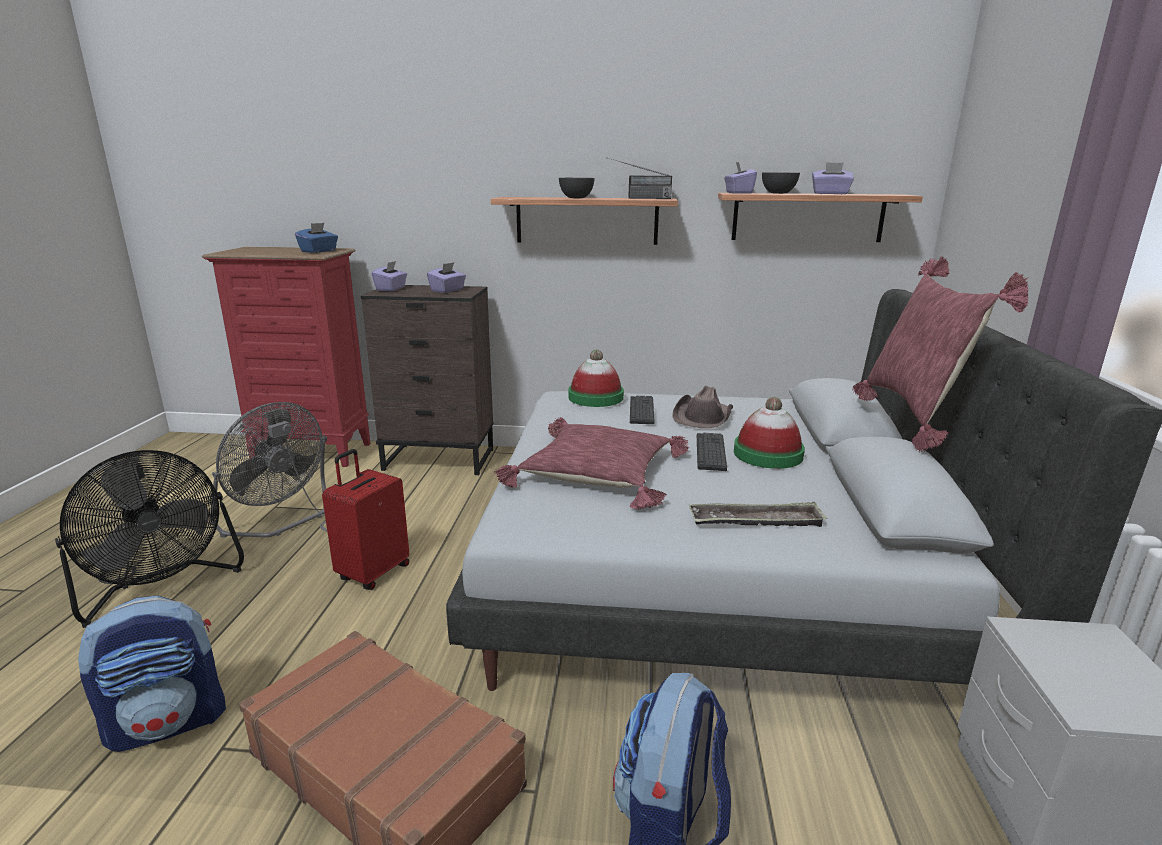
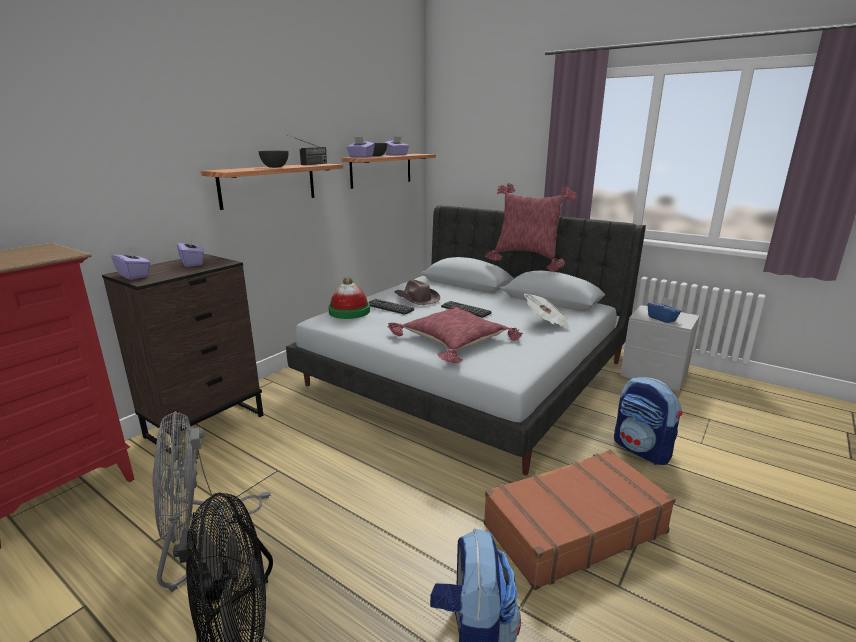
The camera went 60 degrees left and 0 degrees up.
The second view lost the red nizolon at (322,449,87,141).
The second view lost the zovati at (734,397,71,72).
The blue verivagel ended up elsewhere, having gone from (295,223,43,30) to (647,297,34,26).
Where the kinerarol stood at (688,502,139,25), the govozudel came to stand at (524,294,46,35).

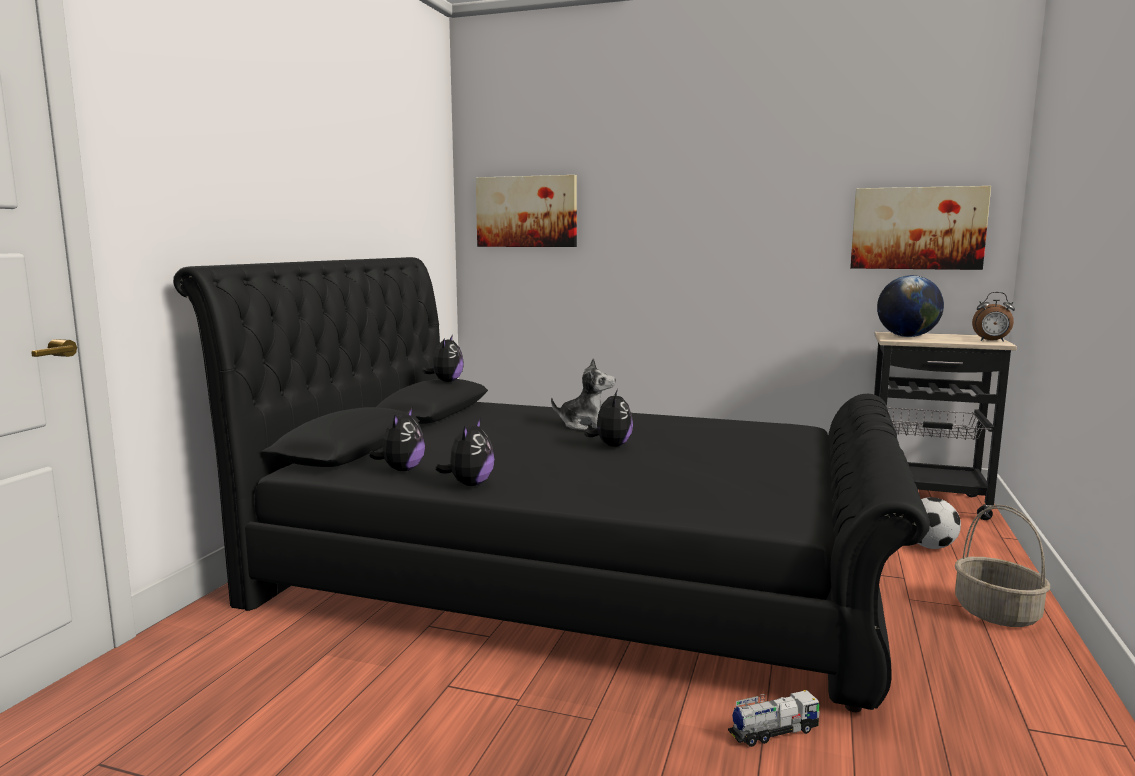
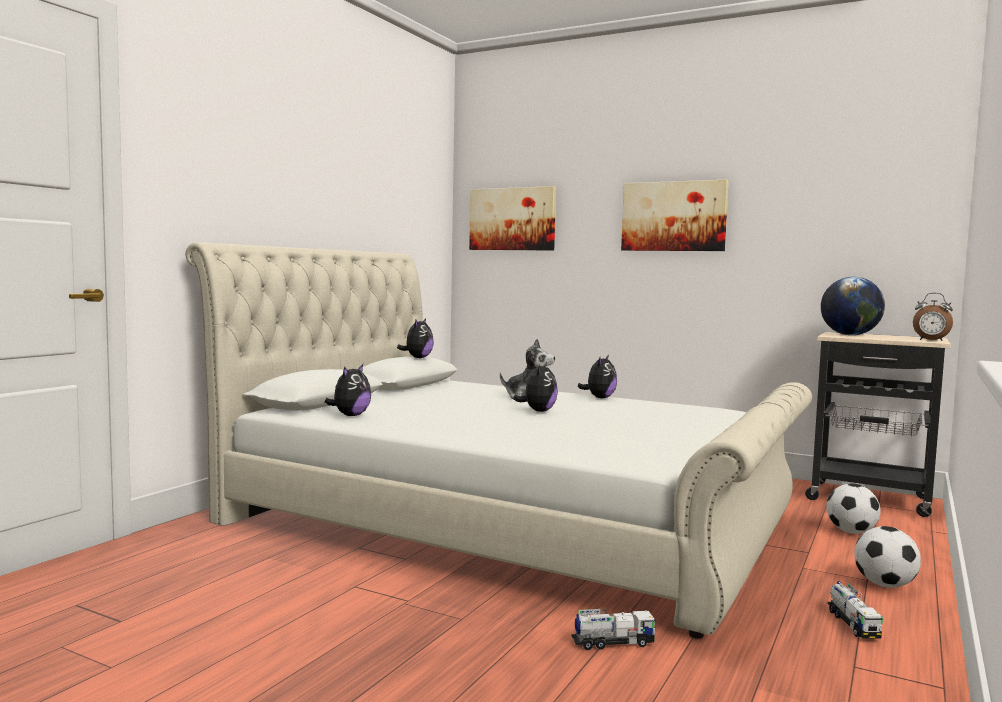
The camera went 10 degrees right and 5 degrees down.
The second view gained the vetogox at (827,581,56,58).
The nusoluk ended up elsewhere, having gone from (435,418,60,68) to (577,355,40,43).
The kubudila ended up elsewhere, having gone from (850,186,141,84) to (621,179,108,72).
Where the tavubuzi stood at (955,505,95,122), the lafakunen came to stand at (854,526,67,62).
What was the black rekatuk at (173,257,757,455) turned into the beige rekatuk at (185,242,627,397).

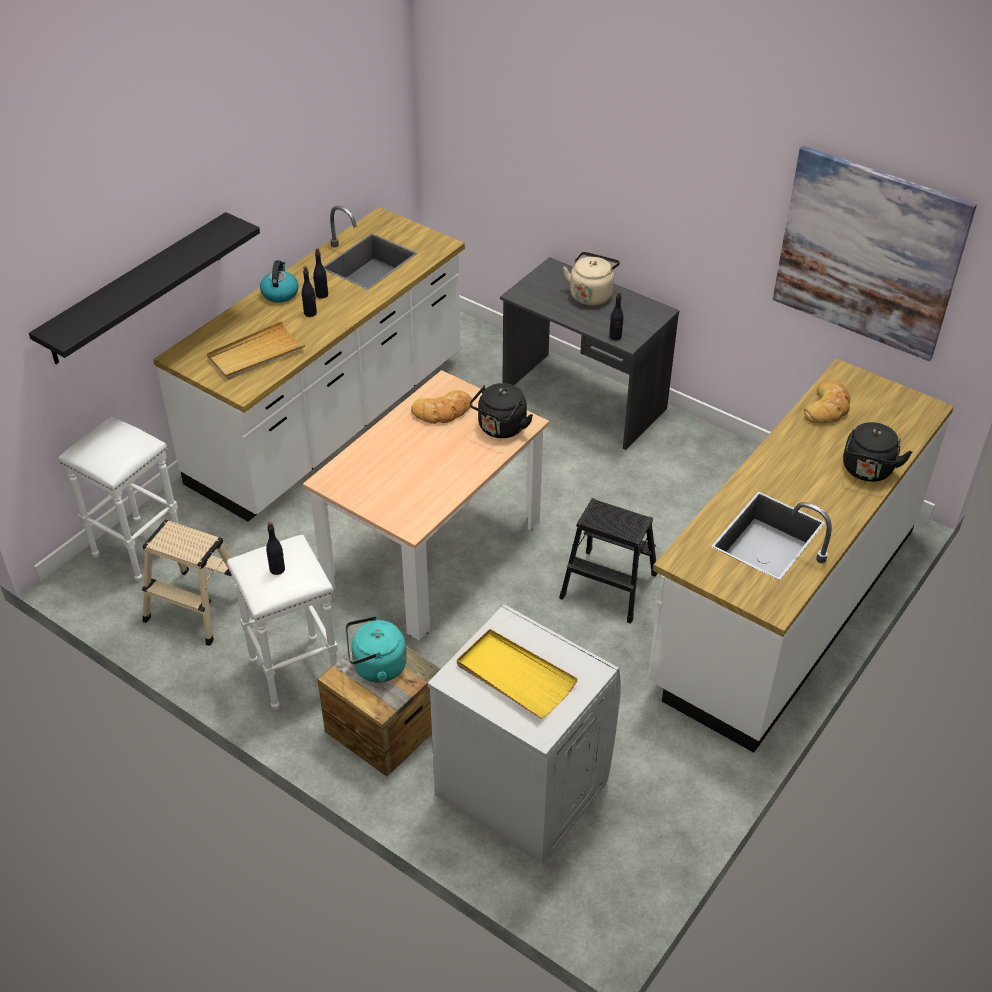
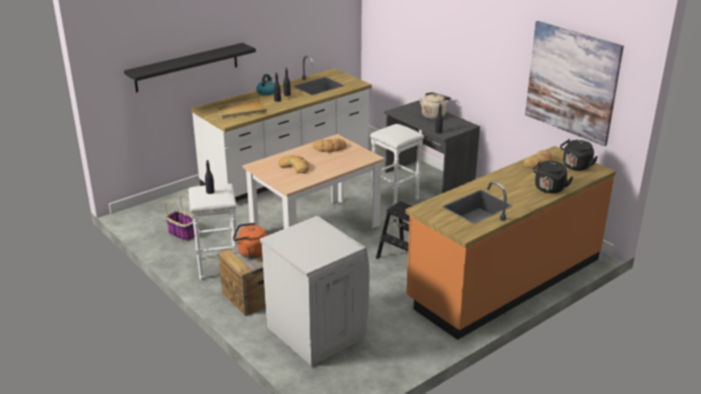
The camera went 15 degrees right and 15 degrees down.
The second view lost the yellow kinerarol at (457,629,121,90).
The second view gained the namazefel at (279,155,30,18).
The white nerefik ended up elsewhere, having gone from (59,417,120,165) to (370,124,54,81).
The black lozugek ended up elsewhere, having gone from (470,383,63,55) to (560,139,38,32).
Where the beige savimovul stood at (142,519,90,127), the tavubuzi came to stand at (165,193,30,48).
What was the turquoise lozugek at (346,616,61,67) turned into the orange lozugek at (233,223,34,35).
What was the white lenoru at (648,359,306,394) turned into the orange lenoru at (405,146,211,194).

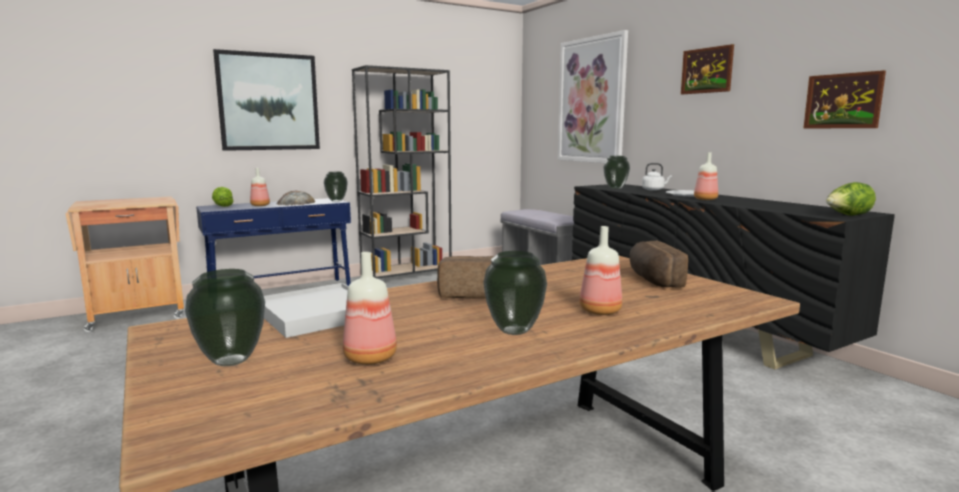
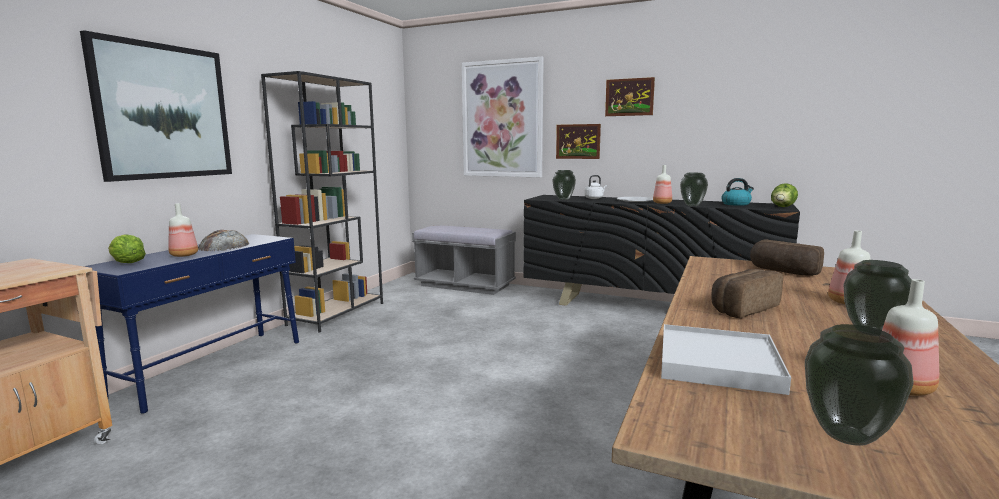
The camera went 35 degrees left and 0 degrees up.
The second view gained the lozugek at (721,178,33,28).
The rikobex ended up elsewhere, having gone from (324,172,24,30) to (680,173,28,33).
The kubudila ended up elsewhere, having gone from (803,70,83,58) to (556,124,45,35).

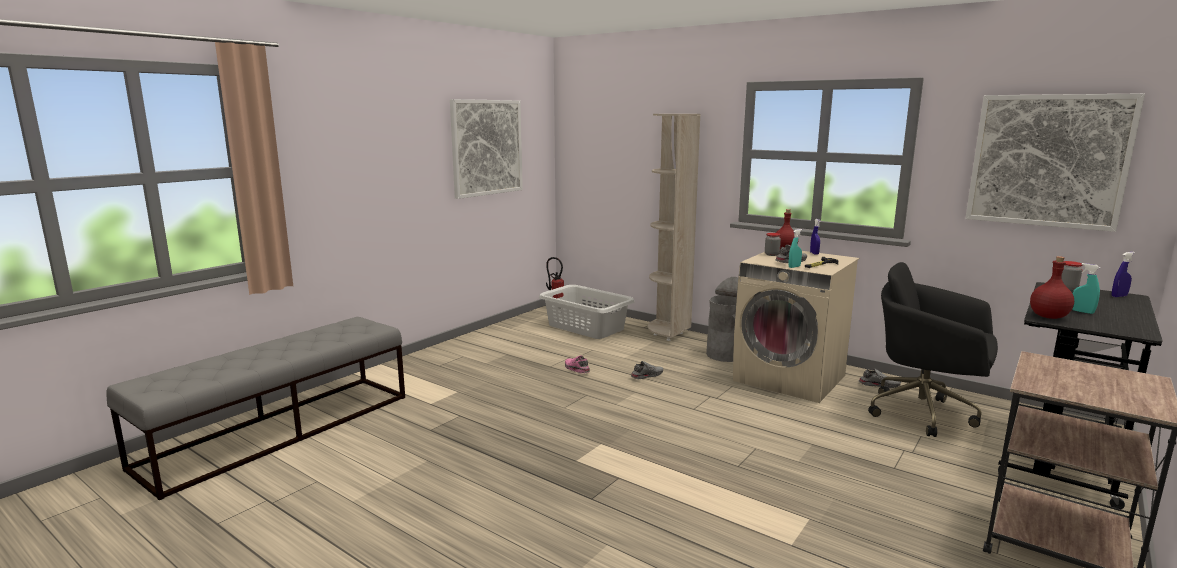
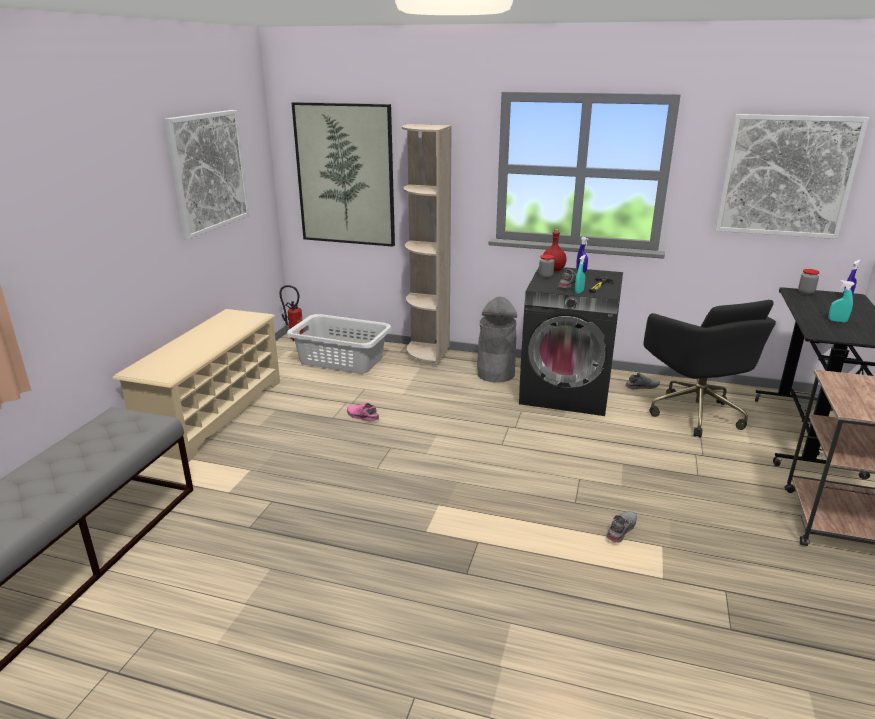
The camera went 20 degrees left and 10 degrees up.
The second view lost the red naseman at (1030,256,44,63).
The second view gained the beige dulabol at (112,309,168,153).
The second view gained the kubudila at (292,102,103,145).
The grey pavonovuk ended up elsewhere, having gone from (631,361,33,18) to (606,511,31,32).
What was the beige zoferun at (733,251,127,152) turned into the black zoferun at (519,267,104,149).
The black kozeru at (868,262,130,175) ended up facing another way, 120 degrees counterclockwise from before.

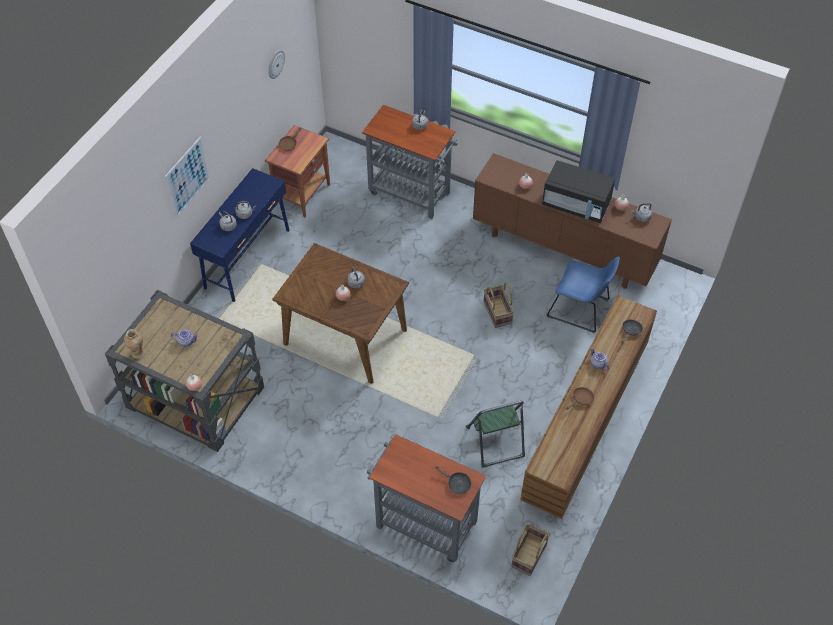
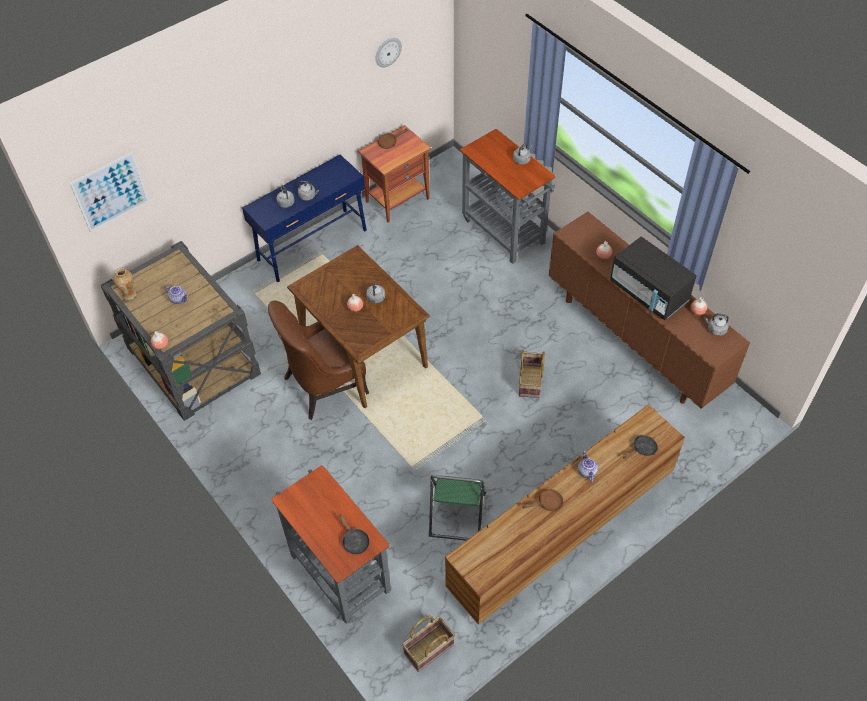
The camera went 25 degrees right and 0 degrees up.
The second view lost the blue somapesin at (547,257,73,76).
The second view gained the brown somapesin at (268,300,101,120).
The kubudila ended up elsewhere, having gone from (165,136,45,82) to (70,152,79,80).

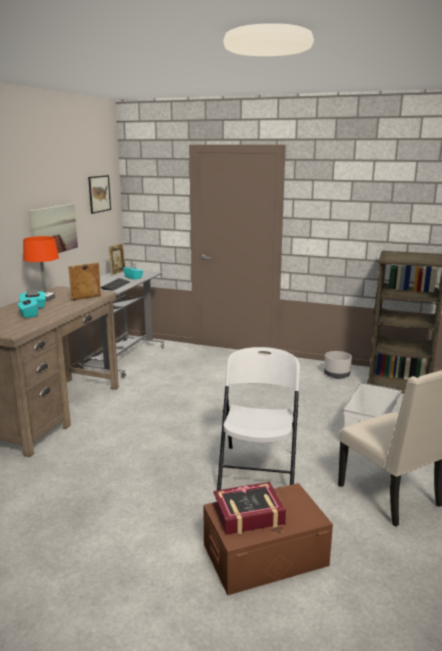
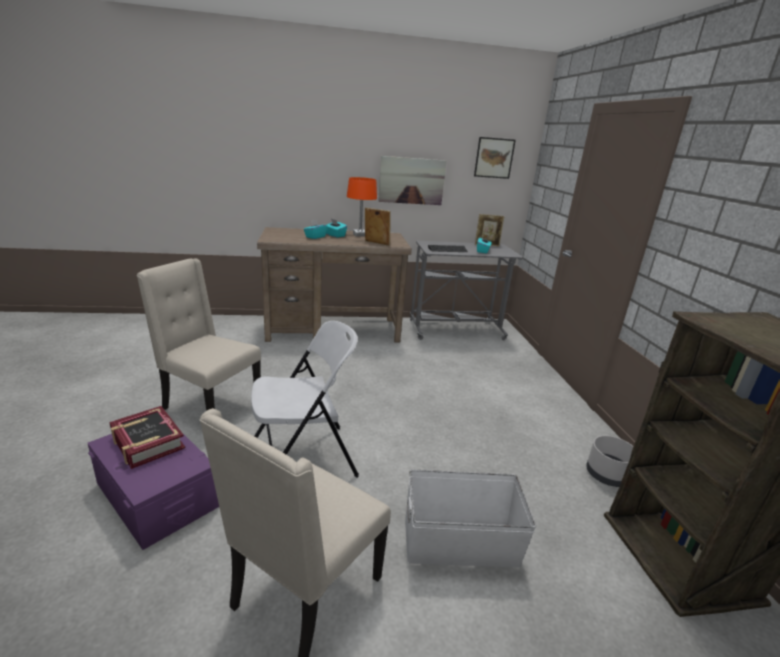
The camera went 60 degrees right and 5 degrees up.
The second view gained the beige somapesin at (137,258,124,153).
What was the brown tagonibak at (203,483,130,112) turned into the purple tagonibak at (88,434,131,116).

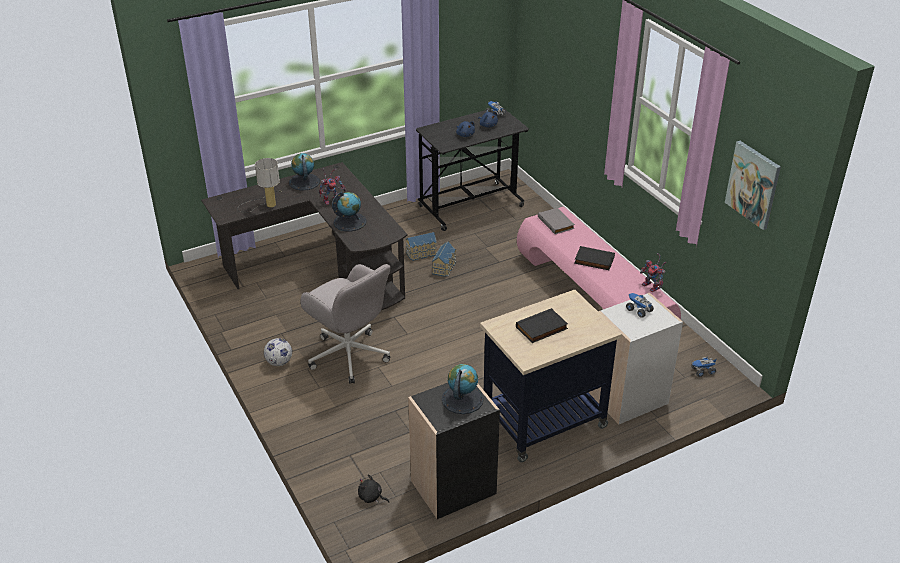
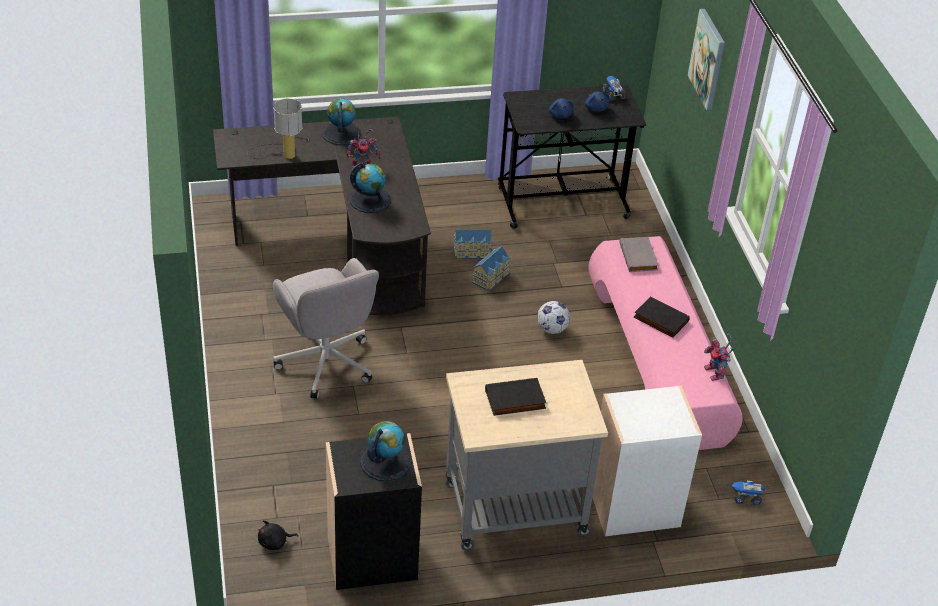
The camera went 15 degrees right and 5 degrees up.
The second view lost the vetogox at (626,293,28,25).
The lafakunen ended up elsewhere, having gone from (264,338,28,28) to (537,301,33,33).
The kubudila ended up elsewhere, having gone from (725,141,56,89) to (688,9,37,101).
What was the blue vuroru at (480,290,142,172) turned into the grey vuroru at (446,360,162,190).
The black nusoluk at (358,475,31,28) ended up facing another way, 60 degrees counterclockwise from before.

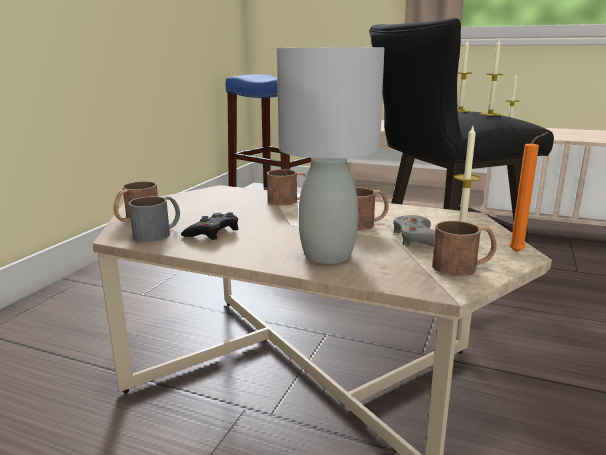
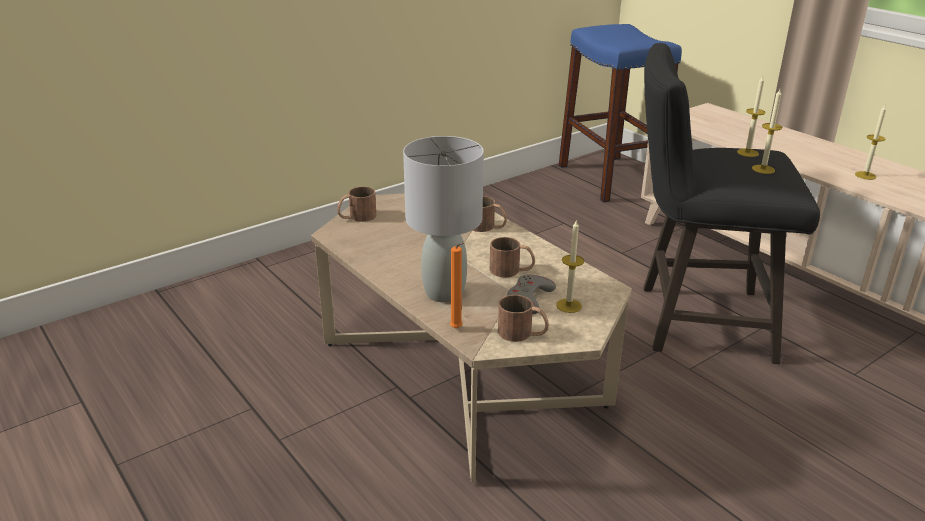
The camera went 30 degrees right and 10 degrees up.
The second view lost the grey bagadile at (129,196,51,46).
The second view lost the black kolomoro at (181,212,58,28).
The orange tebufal ended up elsewhere, having gone from (509,132,40,120) to (450,243,14,86).

